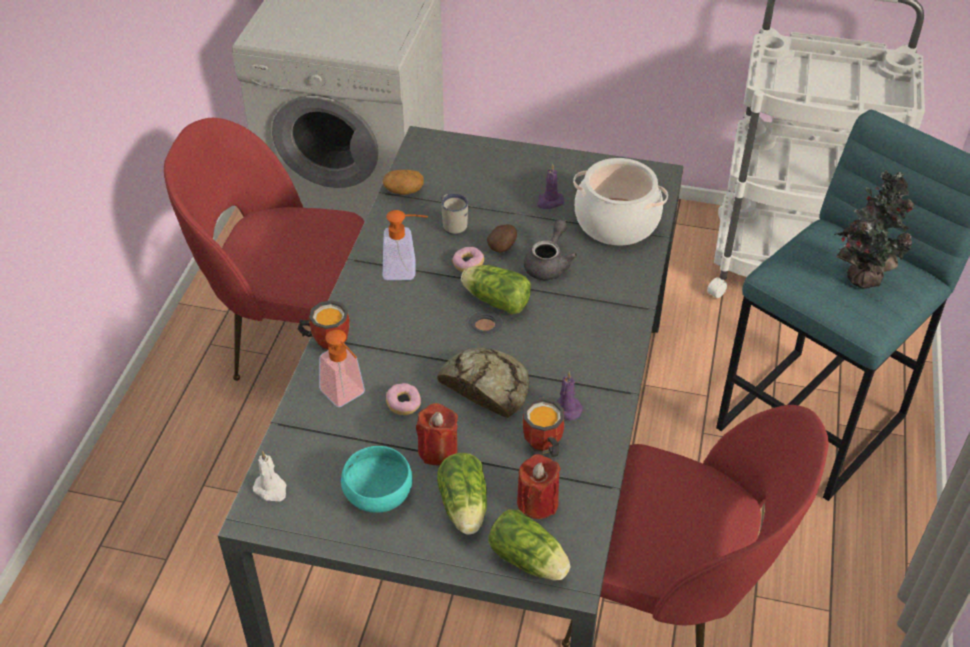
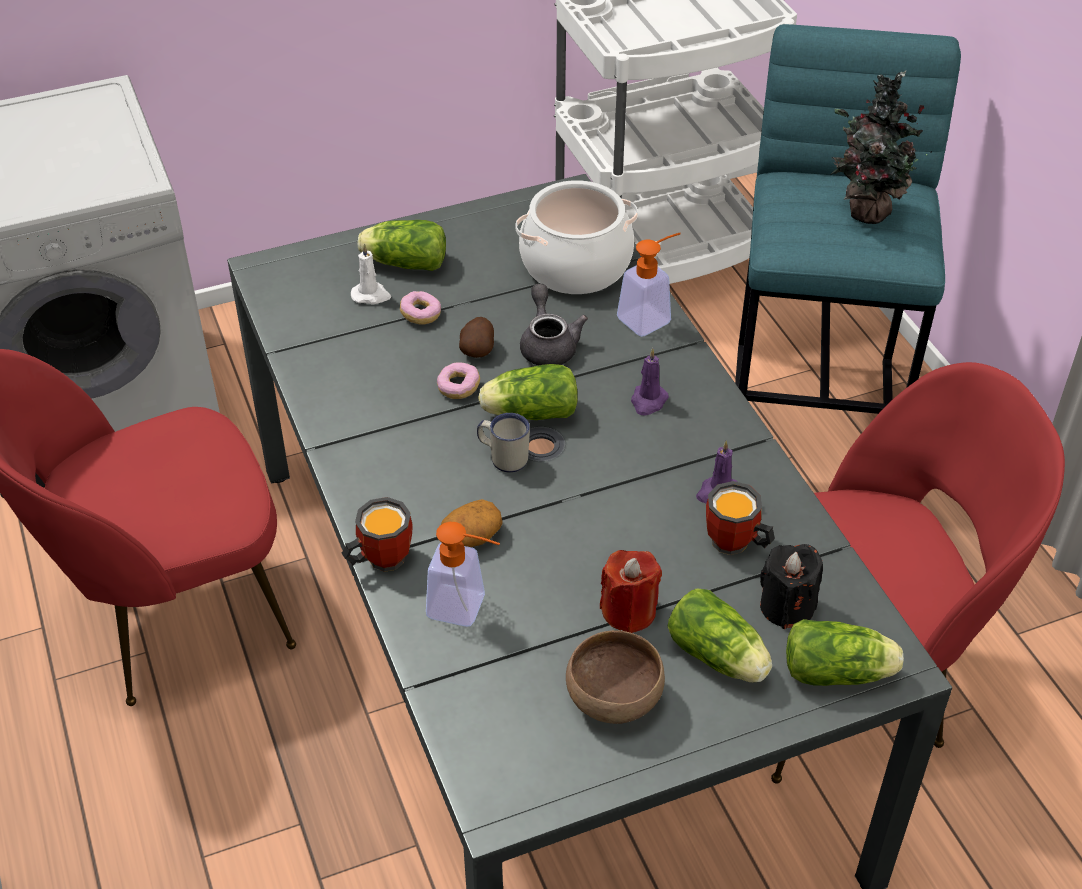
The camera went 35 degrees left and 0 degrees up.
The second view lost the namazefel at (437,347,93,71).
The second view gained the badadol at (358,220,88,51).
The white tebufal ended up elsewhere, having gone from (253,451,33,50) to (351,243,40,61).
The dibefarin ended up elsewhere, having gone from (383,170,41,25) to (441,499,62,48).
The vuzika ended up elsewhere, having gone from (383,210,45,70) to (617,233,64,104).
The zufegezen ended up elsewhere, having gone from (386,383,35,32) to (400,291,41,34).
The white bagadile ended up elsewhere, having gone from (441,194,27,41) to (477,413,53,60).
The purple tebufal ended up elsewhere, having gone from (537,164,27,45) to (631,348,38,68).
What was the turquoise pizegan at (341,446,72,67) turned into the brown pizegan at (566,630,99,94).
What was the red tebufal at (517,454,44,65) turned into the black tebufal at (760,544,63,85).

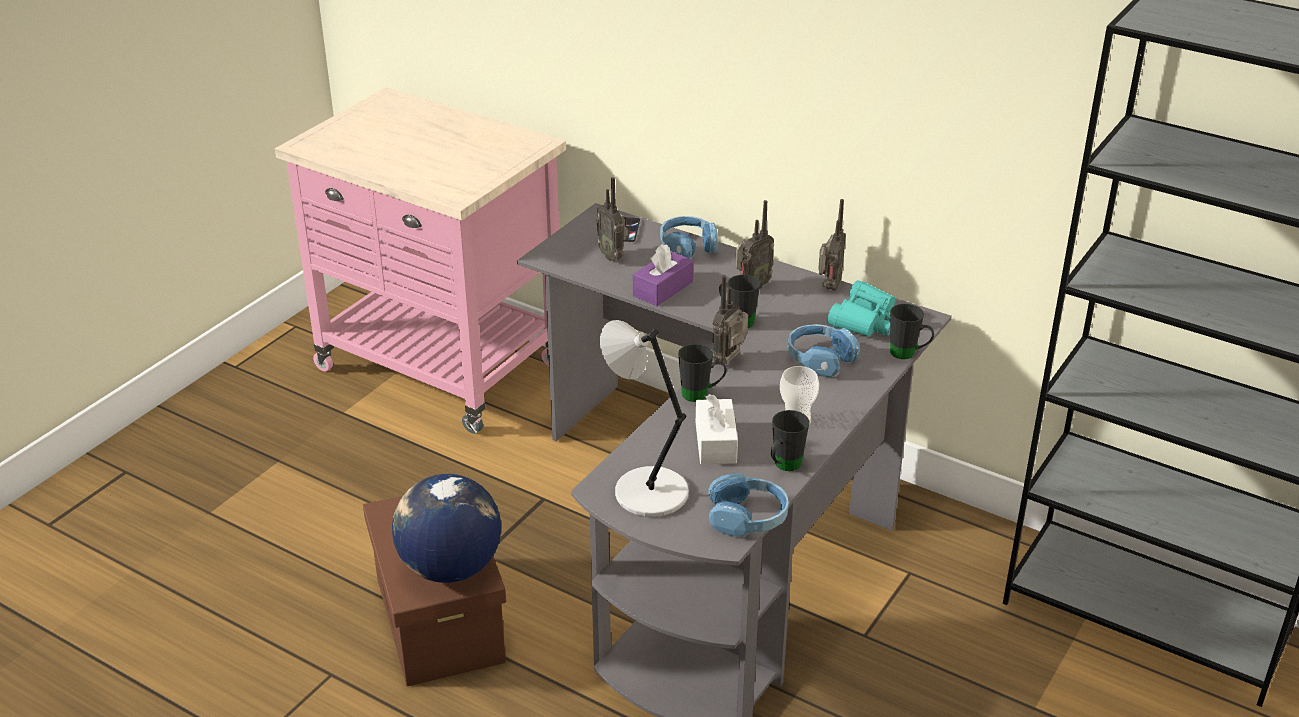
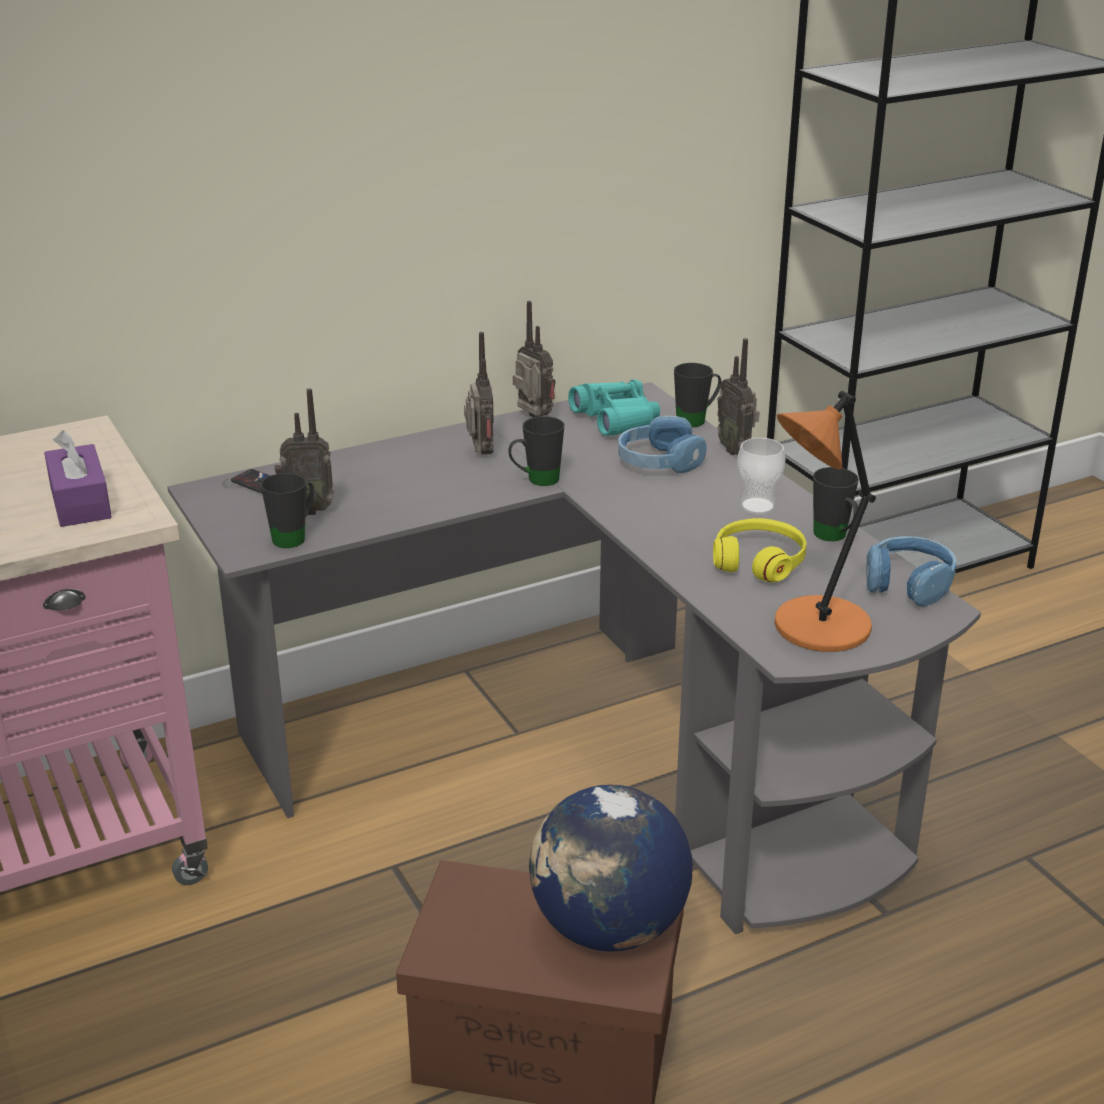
The camera went 60 degrees left and 5 degrees down.
The second view lost the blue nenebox at (660,216,58,43).
The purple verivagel ended up elsewhere, having gone from (633,244,60,62) to (44,431,68,96).
The black bagadile ended up elsewhere, having gone from (678,344,49,58) to (261,473,53,75).
The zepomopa ended up elsewhere, having gone from (712,275,36,89) to (718,338,42,117).
Where the white verivagel stood at (696,394,42,70), the yellow nenebox came to stand at (713,518,94,64).
What was the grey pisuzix at (600,320,89,197) turned into the orange pisuzix at (775,391,101,261).

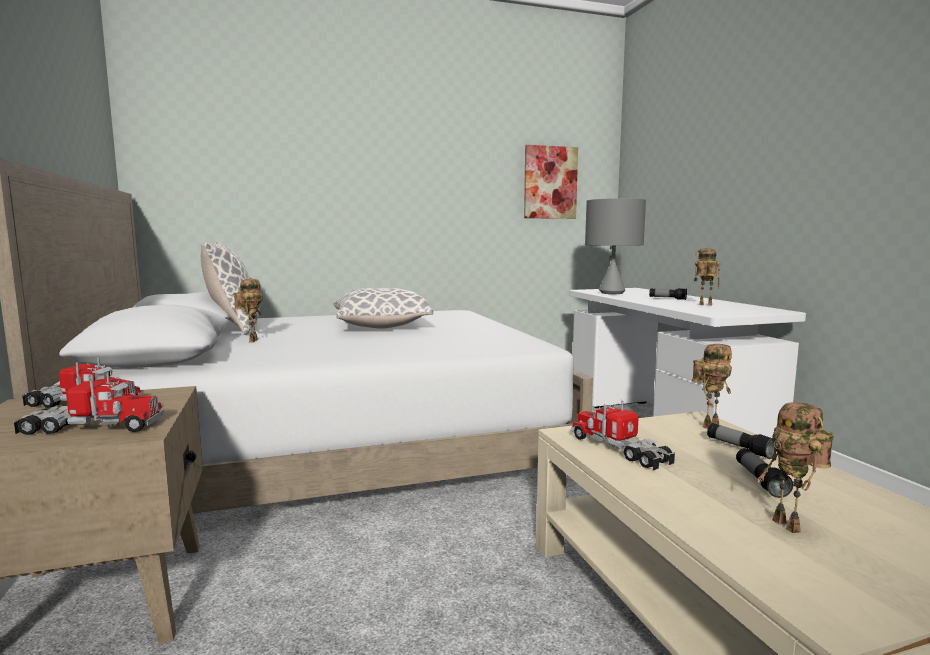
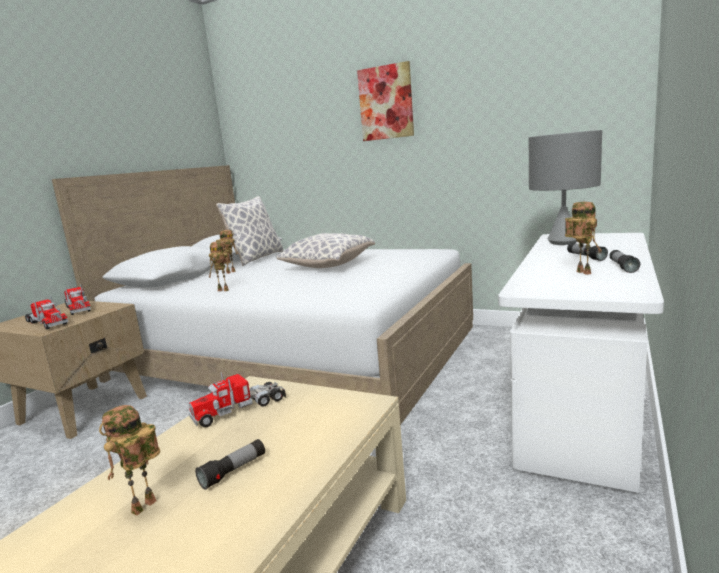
The camera went 45 degrees right and 5 degrees up.
The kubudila ended up elsewhere, having gone from (524,145,54,74) to (357,61,57,80).
The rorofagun ended up elsewhere, having gone from (692,344,40,85) to (209,241,22,50).
The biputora ended up elsewhere, having gone from (707,423,67,36) to (610,250,30,23).
The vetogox at (571,400,104,70) ended up facing another way, 135 degrees counterclockwise from before.

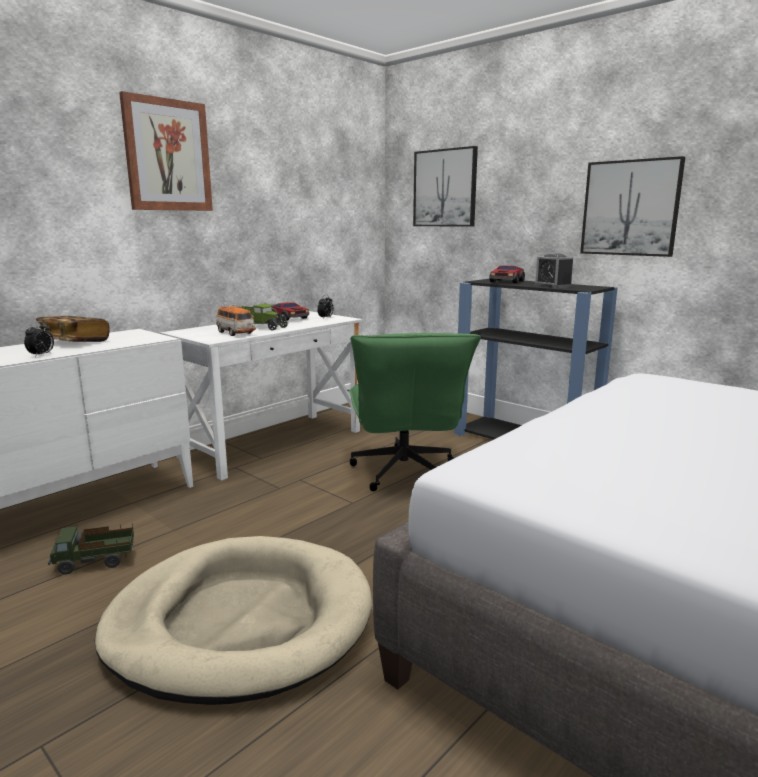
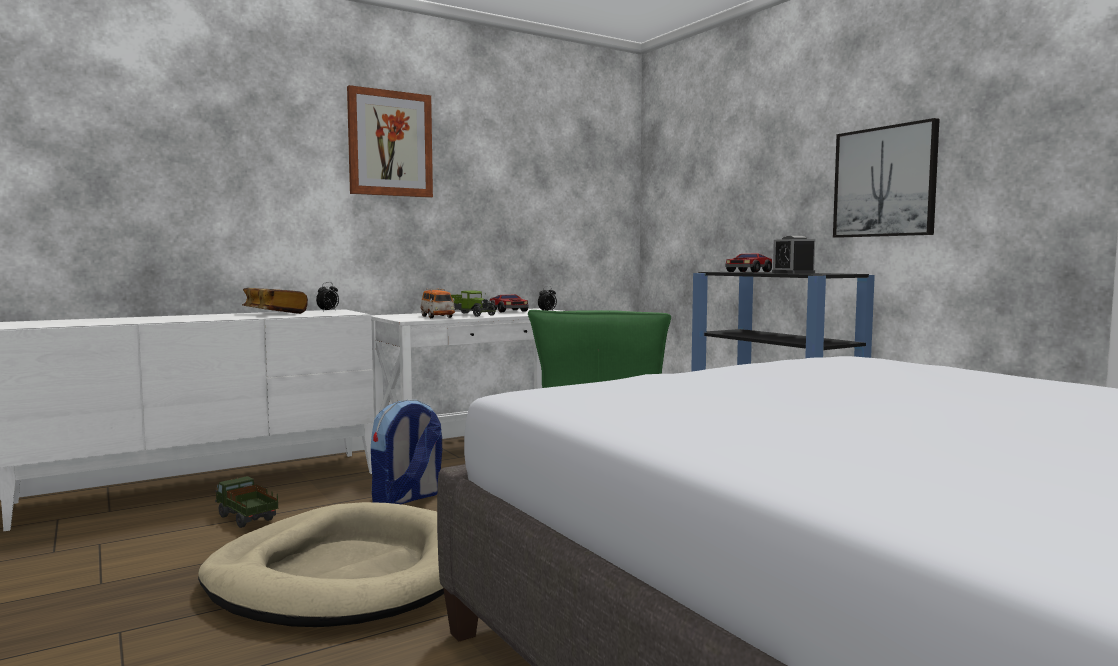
The camera went 15 degrees right and 10 degrees down.
The second view lost the kubudila at (413,146,65,81).
The second view gained the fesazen at (371,400,71,104).
The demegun ended up elsewhere, having gone from (24,321,30,36) to (316,282,23,29).
The vetogox at (48,523,86,51) ended up facing another way, 45 degrees clockwise from before.

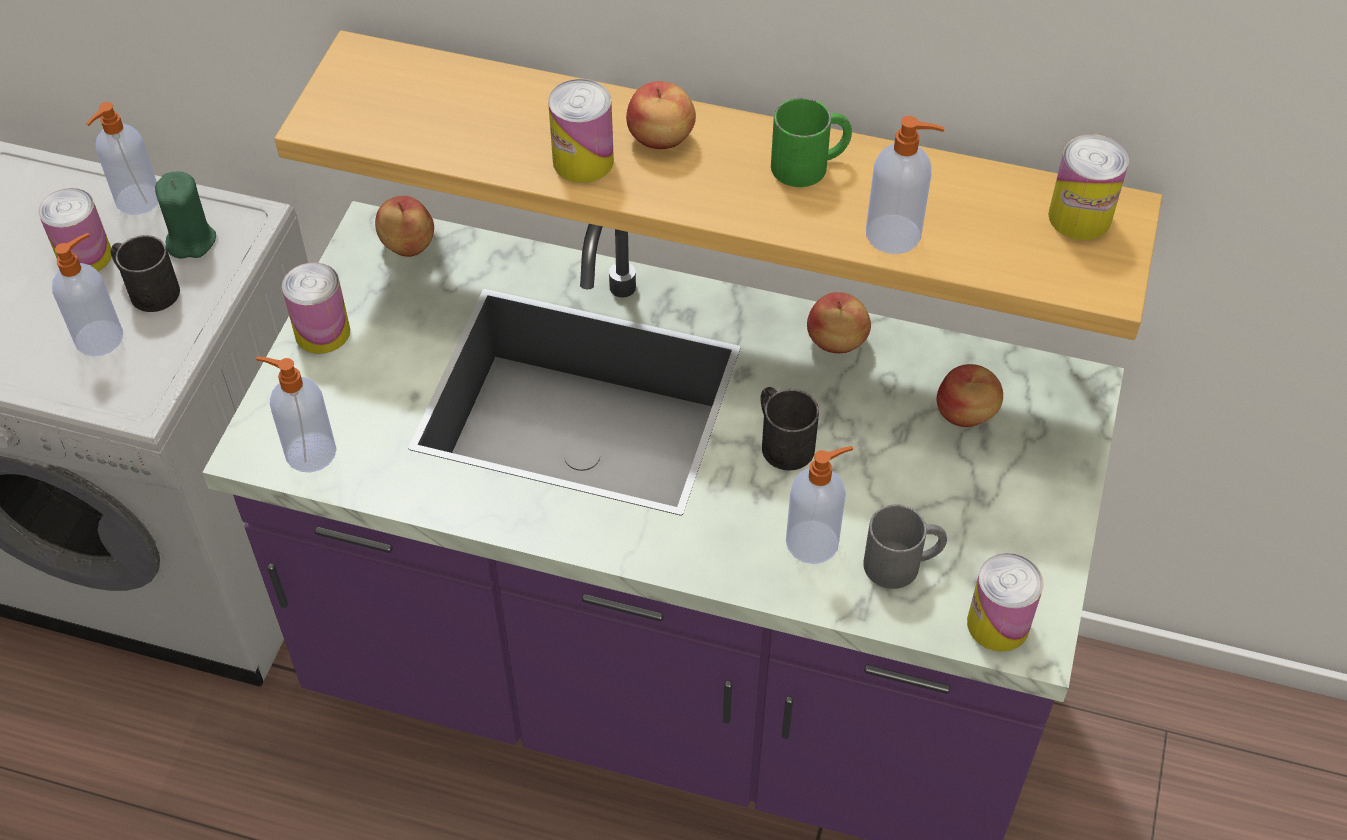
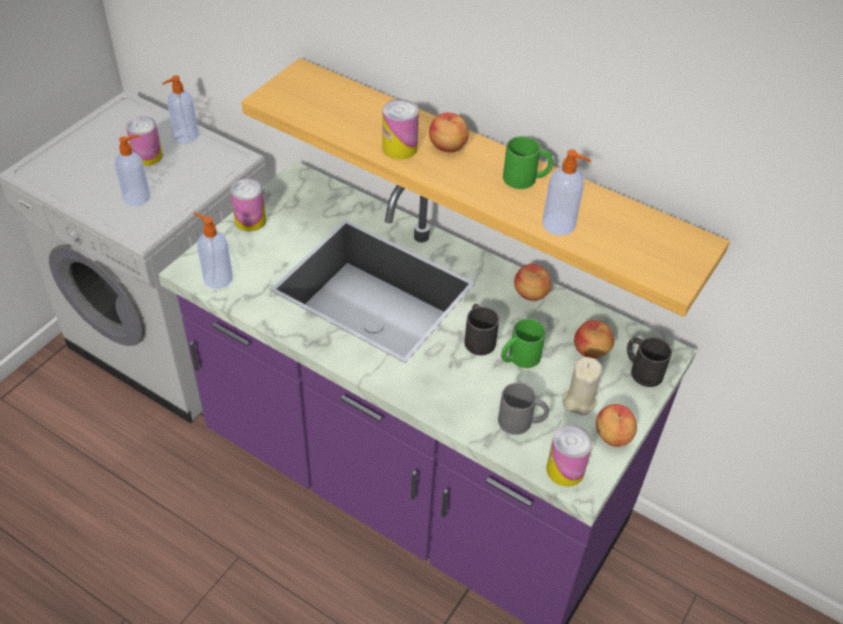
The camera went 15 degrees right and 5 degrees down.
The second view lost the green tebufal at (155,171,61,87).
The second view lost the vuzika at (786,446,67,118).
The second view lost the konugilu at (1048,134,81,106).
The second view gained the green bagadile at (501,318,45,50).
The second view gained the beige tebufal at (562,357,40,58).
The black bagadile ended up elsewhere, having gone from (111,235,69,77) to (627,337,45,50).
The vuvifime ended up elsewhere, having gone from (375,196,59,61) to (596,404,41,43).

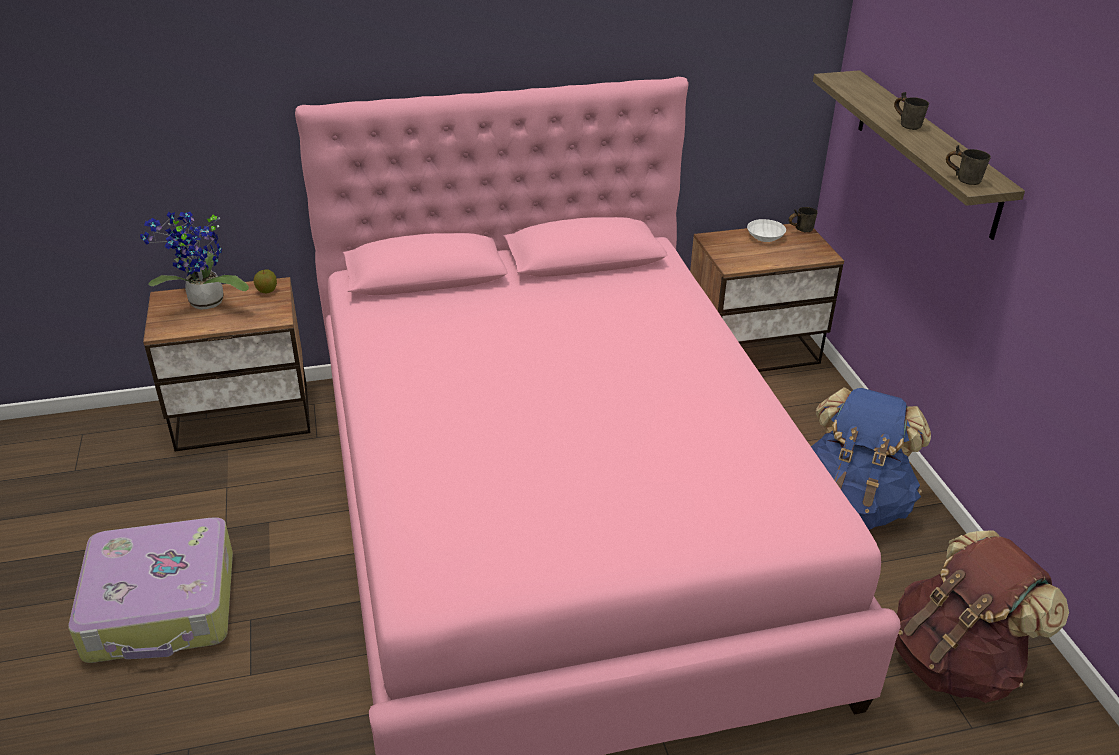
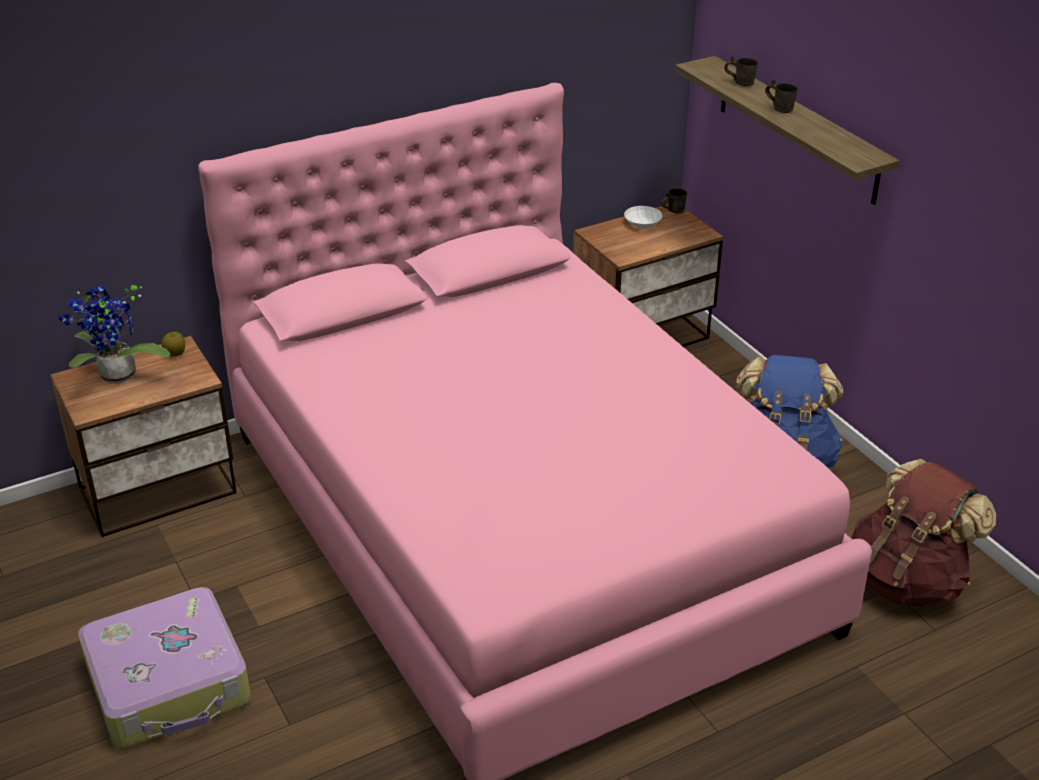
The camera went 15 degrees left and 0 degrees up.
The grey bagadile ended up elsewhere, having gone from (946,145,45,40) to (724,56,34,30).

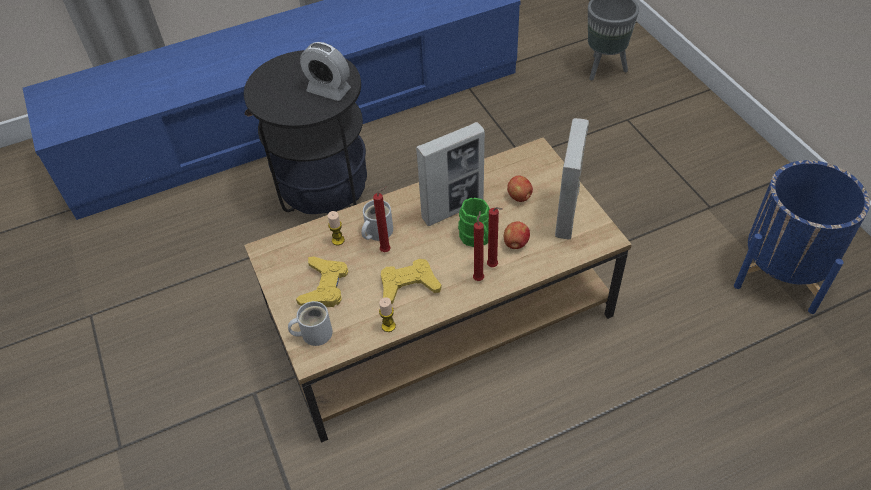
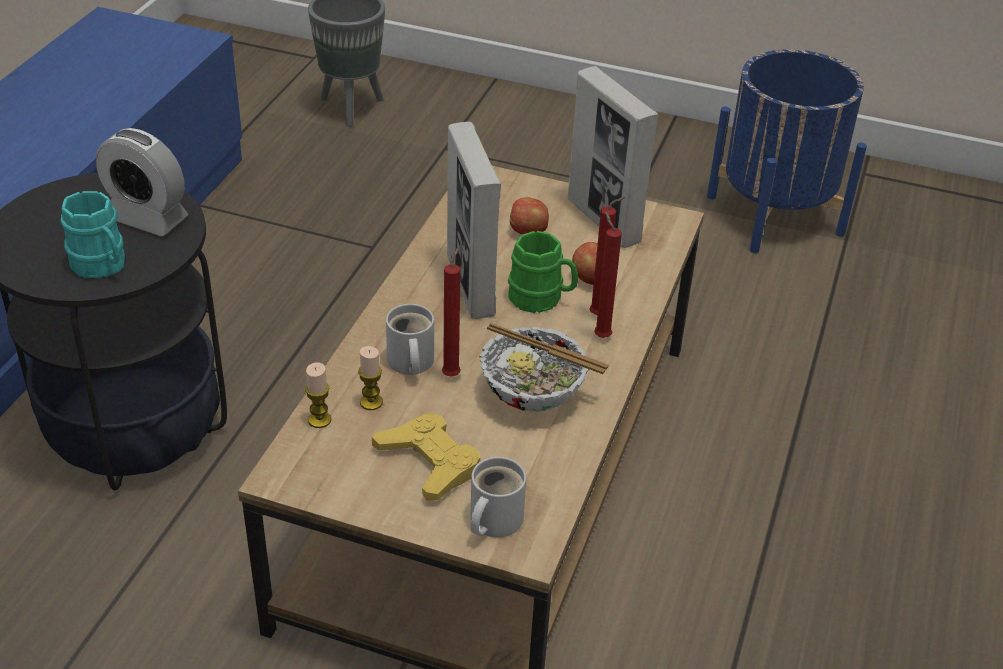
The camera went 50 degrees left and 10 degrees down.
The second view gained the turquoise bagadile at (61,191,64,87).
The tebufal ended up elsewhere, having gone from (379,297,17,35) to (305,362,26,66).
Where the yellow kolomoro stood at (381,259,61,45), the pizegan came to stand at (479,323,130,89).
The demegun at (300,42,51,59) ended up facing another way, 45 degrees clockwise from before.
The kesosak at (416,122,69,104) ended up facing another way, 150 degrees clockwise from before.

